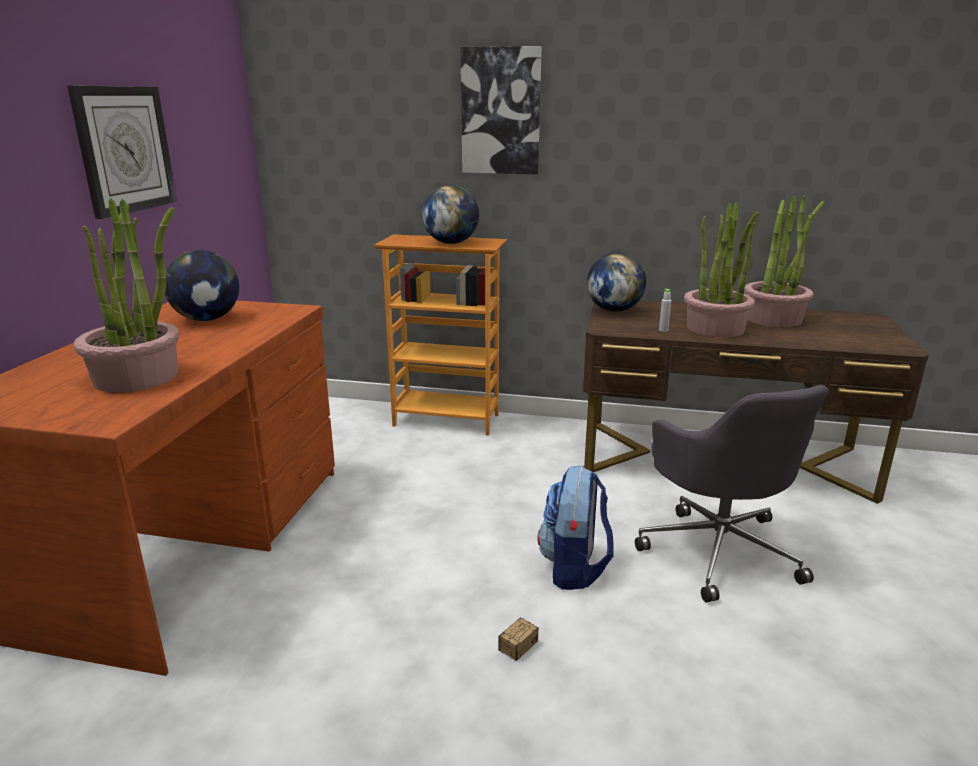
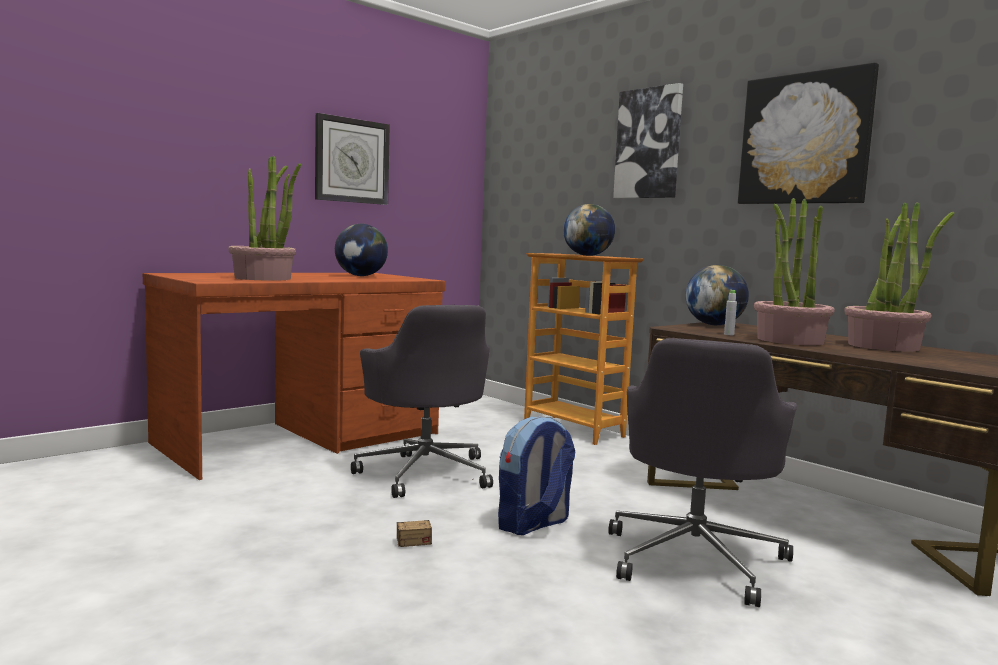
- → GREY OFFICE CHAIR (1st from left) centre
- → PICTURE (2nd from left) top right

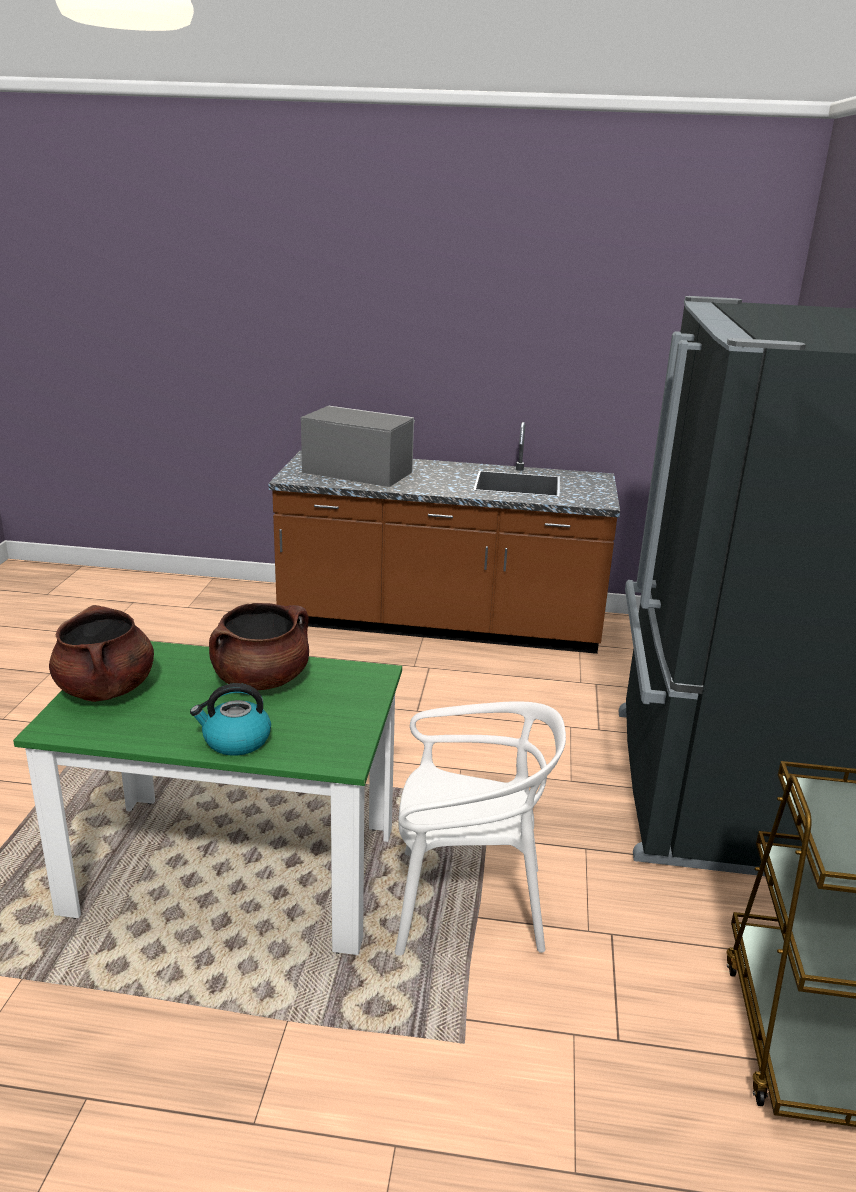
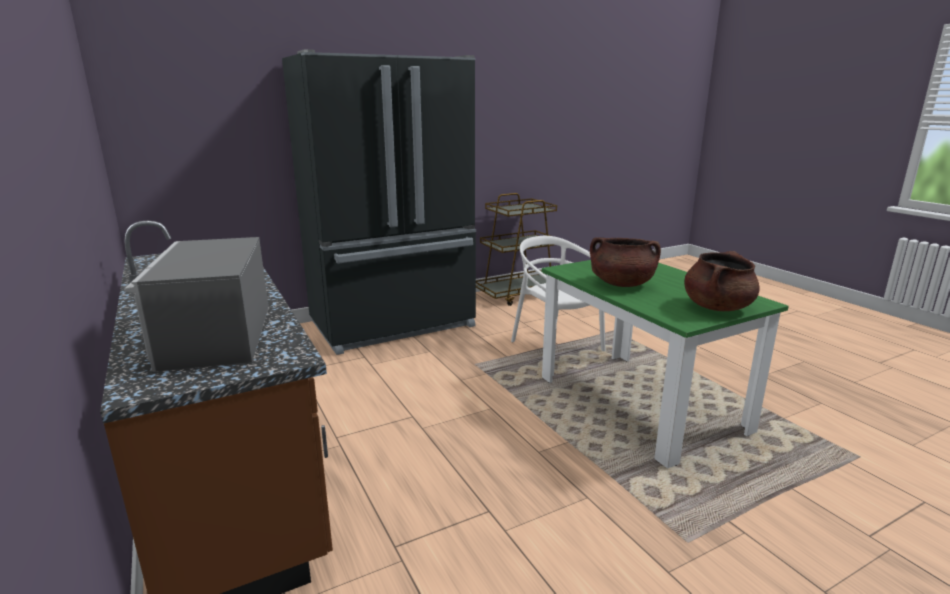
KETTLE middle left → -

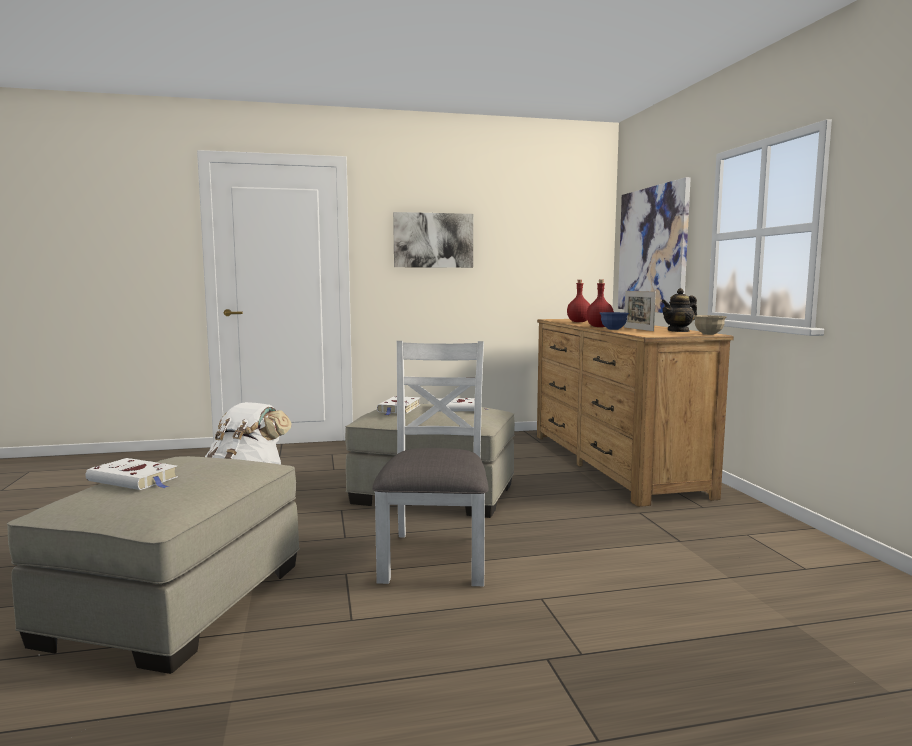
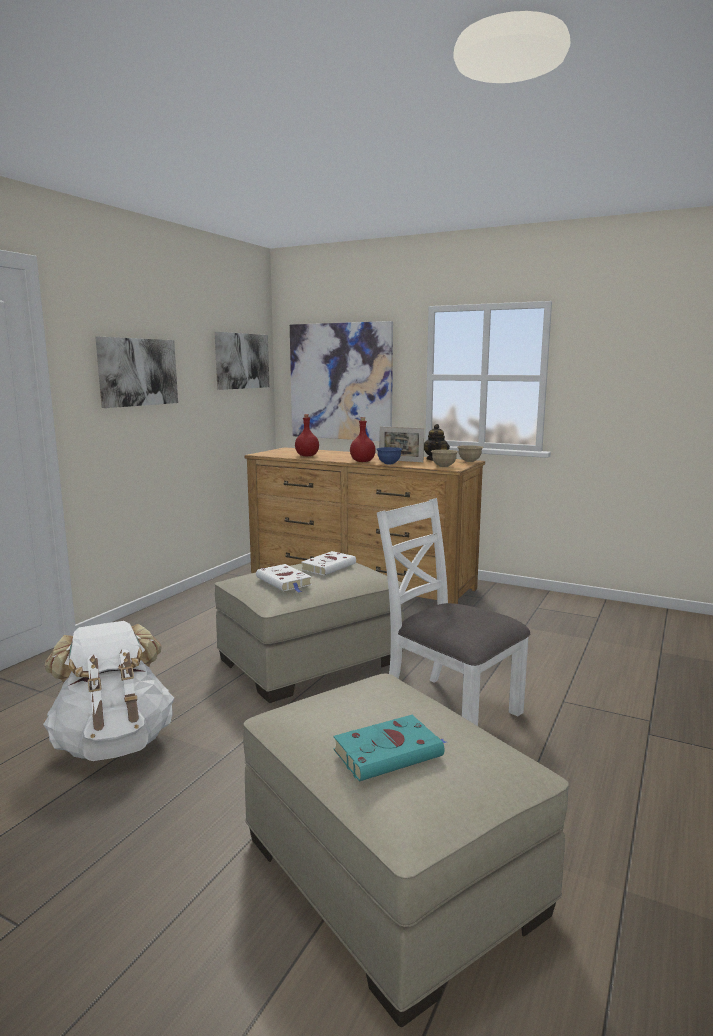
- → PICTURE (2nd from left) centre
WHITE BOOK (1st from left) middle left → TURQUOISE BOOK bottom centre
- → BEIGE BOWL (1st from left) centre

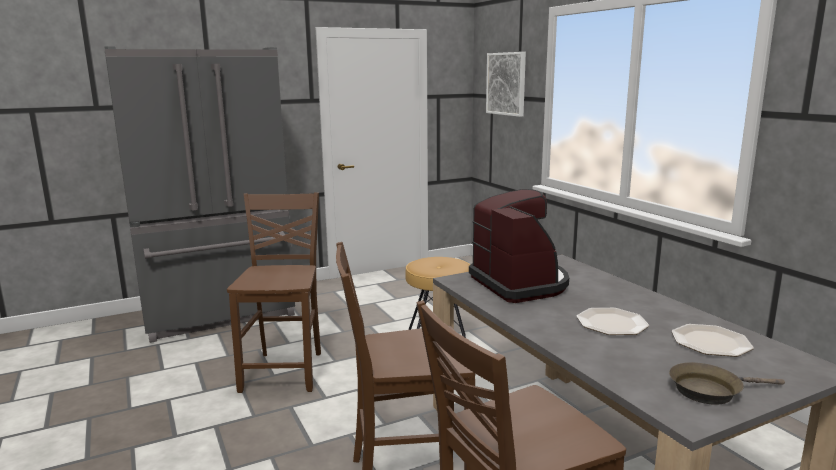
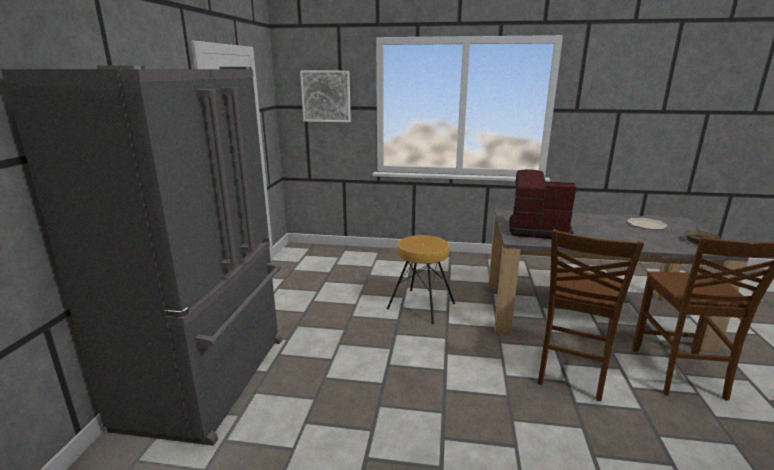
BROWN CHAIR (1st from left) middle left → -
PLATE (1st from left) bottom right → -

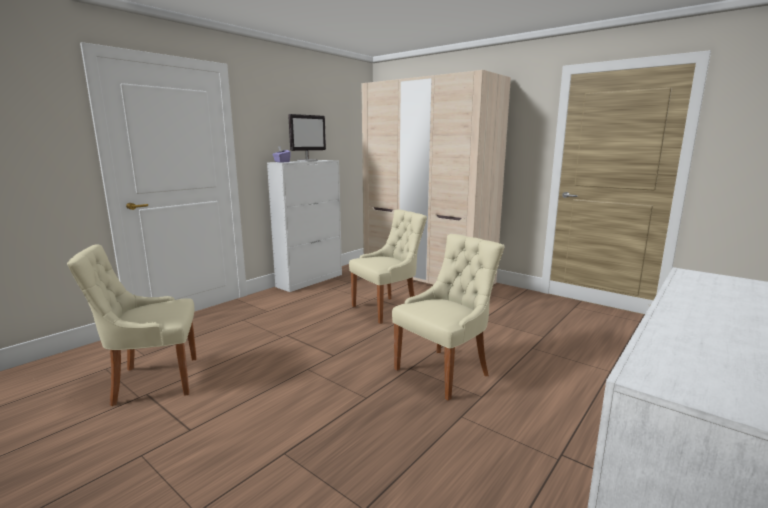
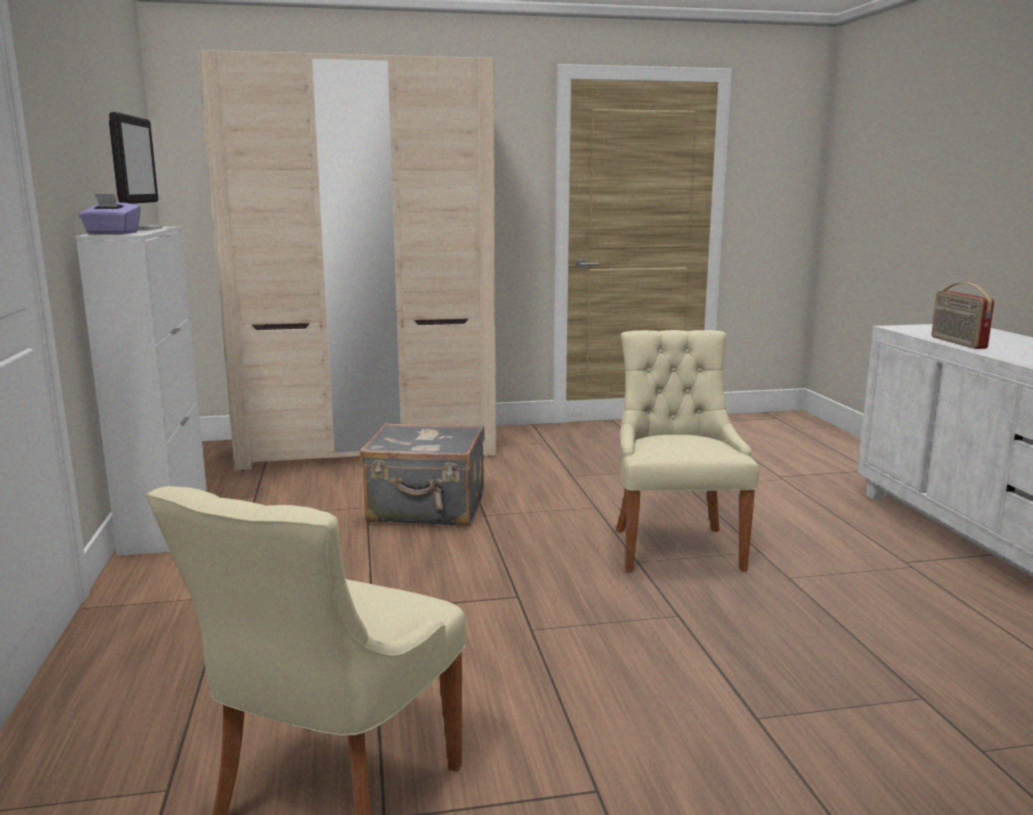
BEIGE CHAIR (2nd from left) centre → GREY SUITCASE centre
- → RADIO middle right

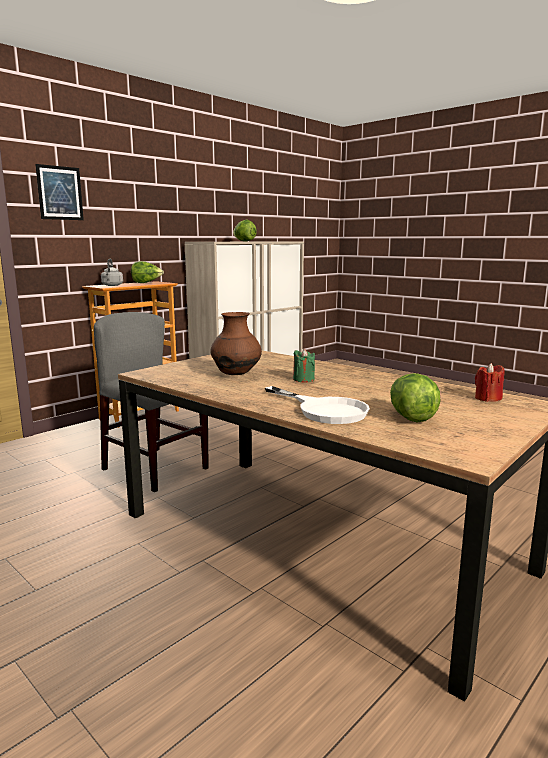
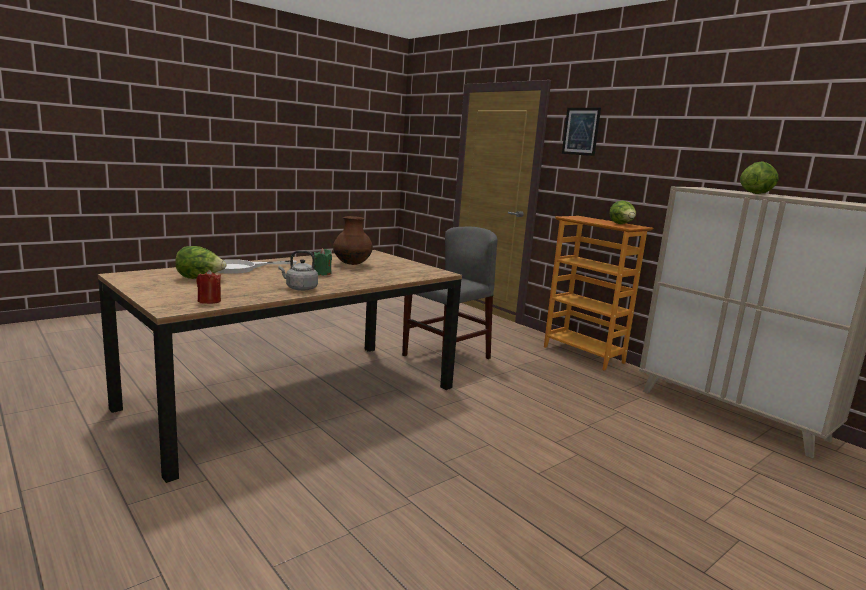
GREY KETTLE middle left → GREY KETTLE centre, move

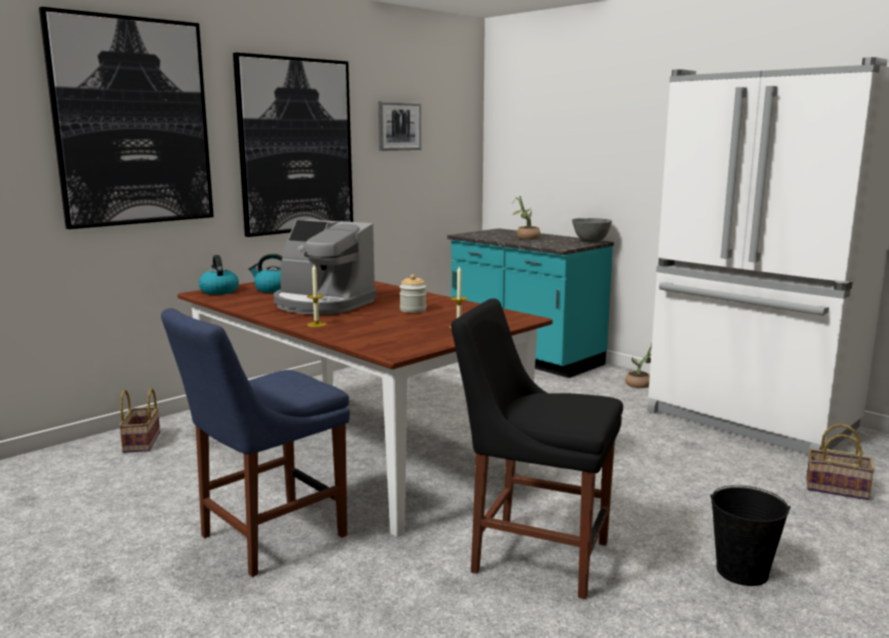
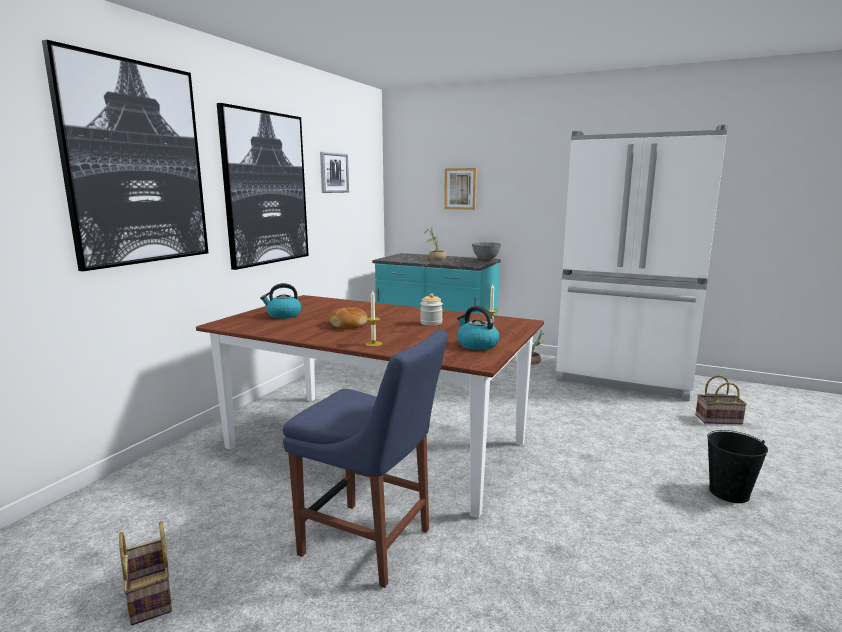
BASKET (1st from left) middle left → BASKET (1st from left) bottom left, move
BLUE CHAIR bottom left → BLUE CHAIR bottom centre, 90 degrees counterclockwise
COFFEE MACHINE centre → BREAD centre
- → PICTURE (4th from left) top centre
KETTLE (1st from left in the first image) middle left → KETTLE (2nd from left) centre, move
BLACK CHAIR bottom centre → -

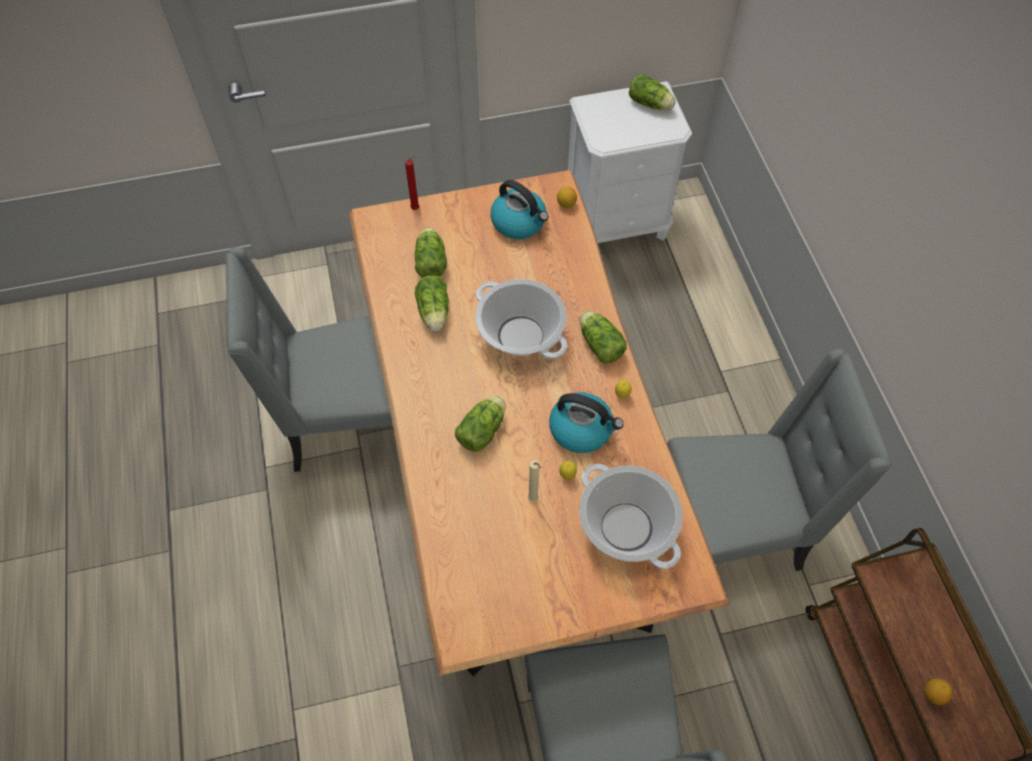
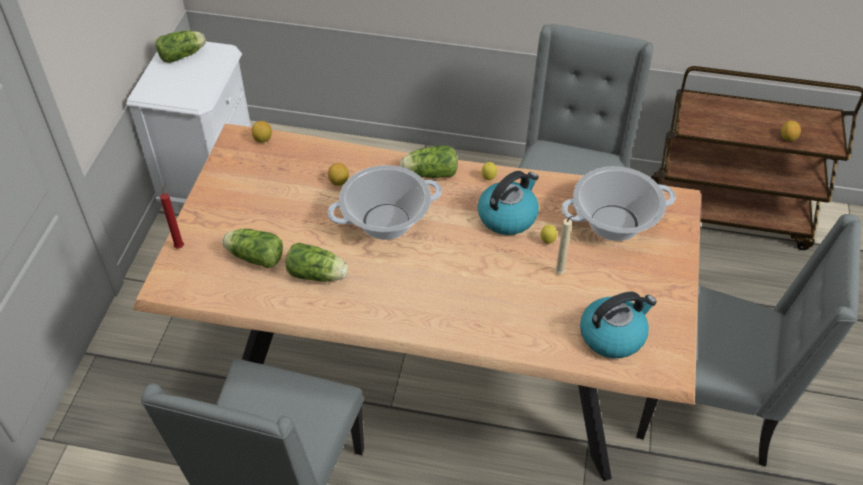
- → LEMON (2nd from left) centre
KETTLE (1st from left in the first image) top centre → KETTLE (2nd from left) bottom right, move
LETTUCE (3rd from left) centre → -

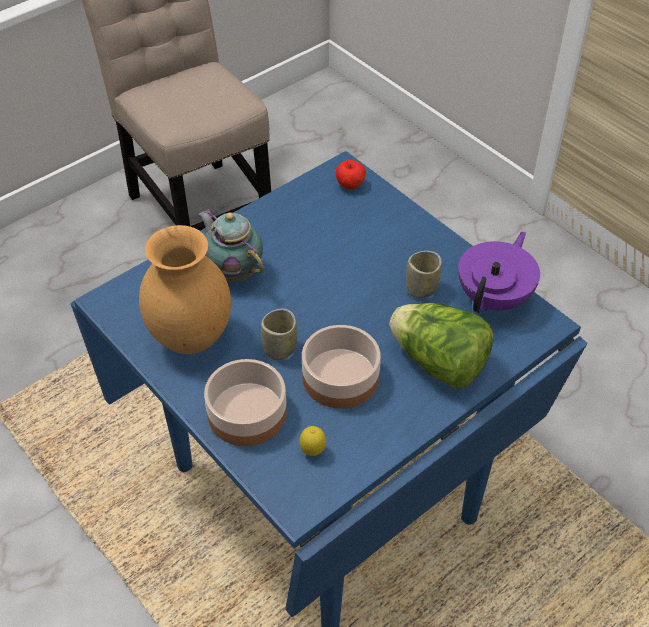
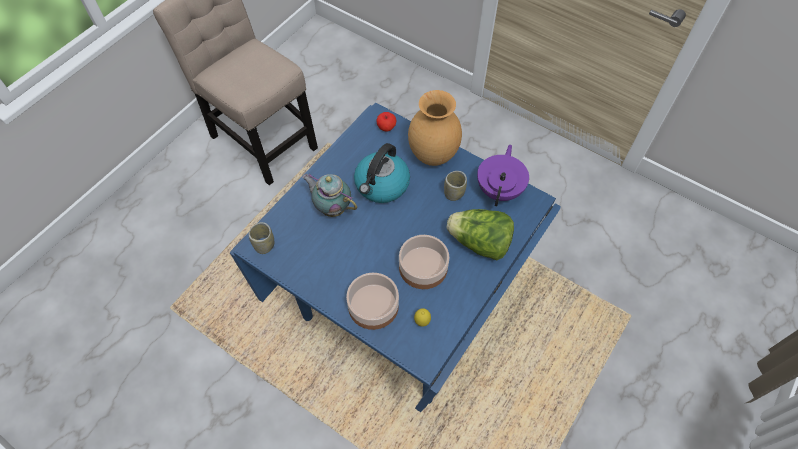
CUP (1st from left) centre → CUP (1st from left) middle left, move
- → KETTLE centre
BROWN VASE middle left → BROWN VASE top centre, move

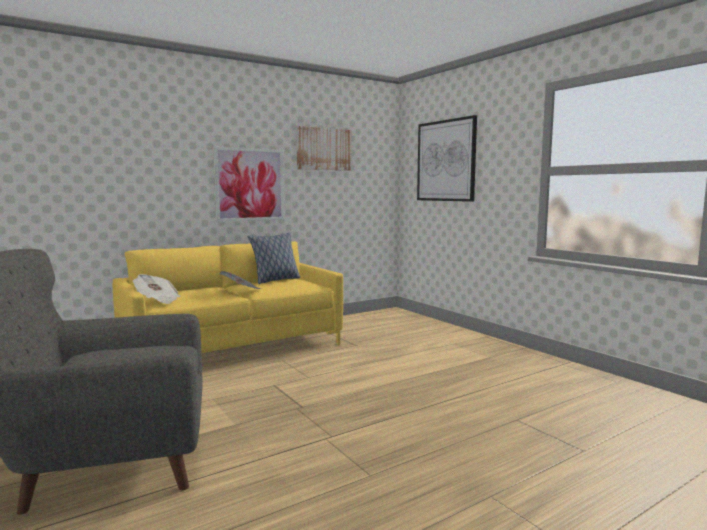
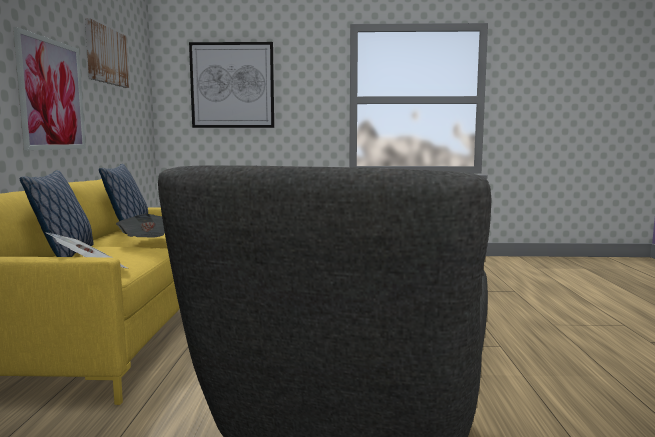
- → PILLOW (1st from left) middle left

